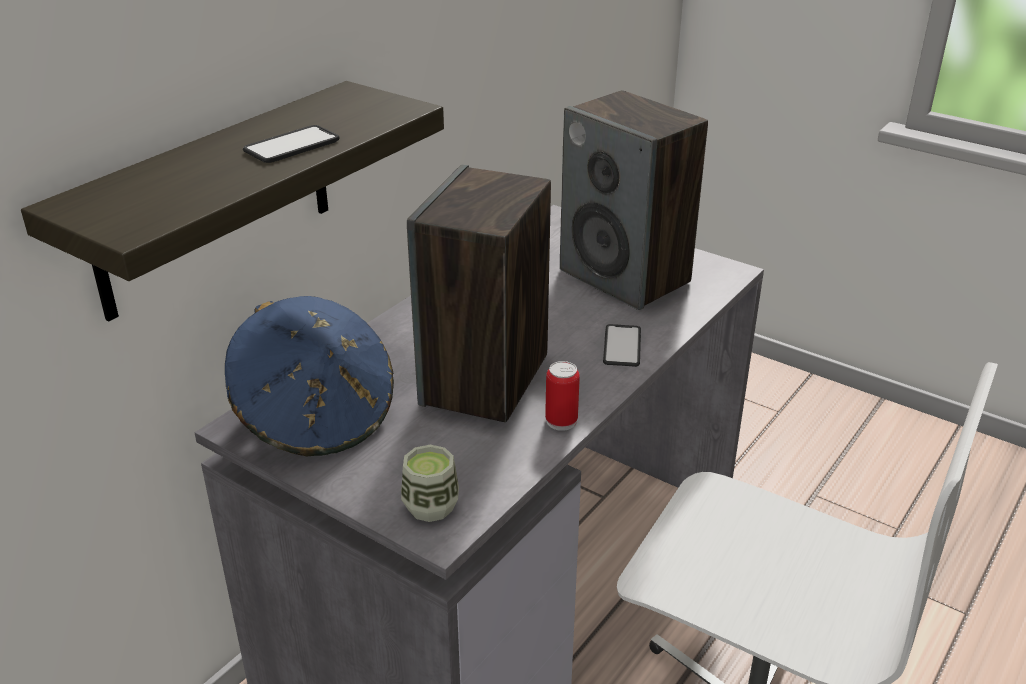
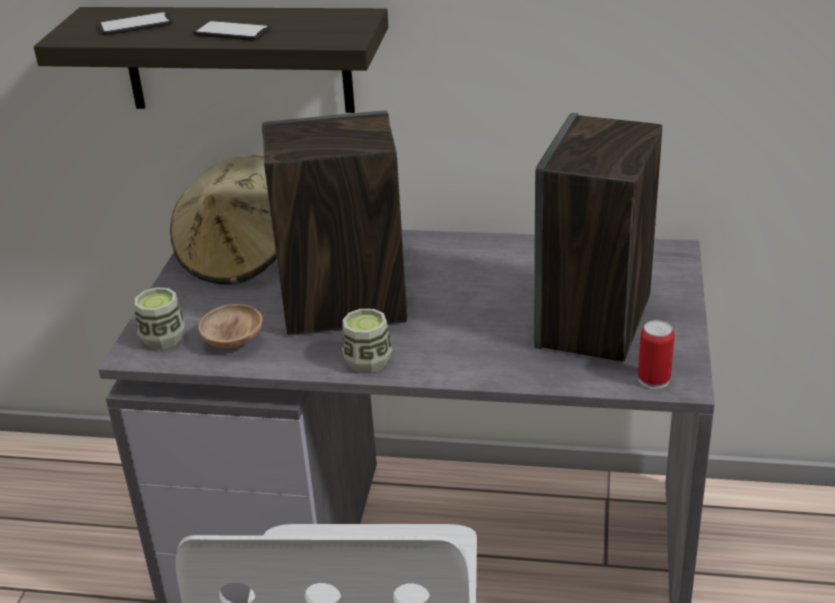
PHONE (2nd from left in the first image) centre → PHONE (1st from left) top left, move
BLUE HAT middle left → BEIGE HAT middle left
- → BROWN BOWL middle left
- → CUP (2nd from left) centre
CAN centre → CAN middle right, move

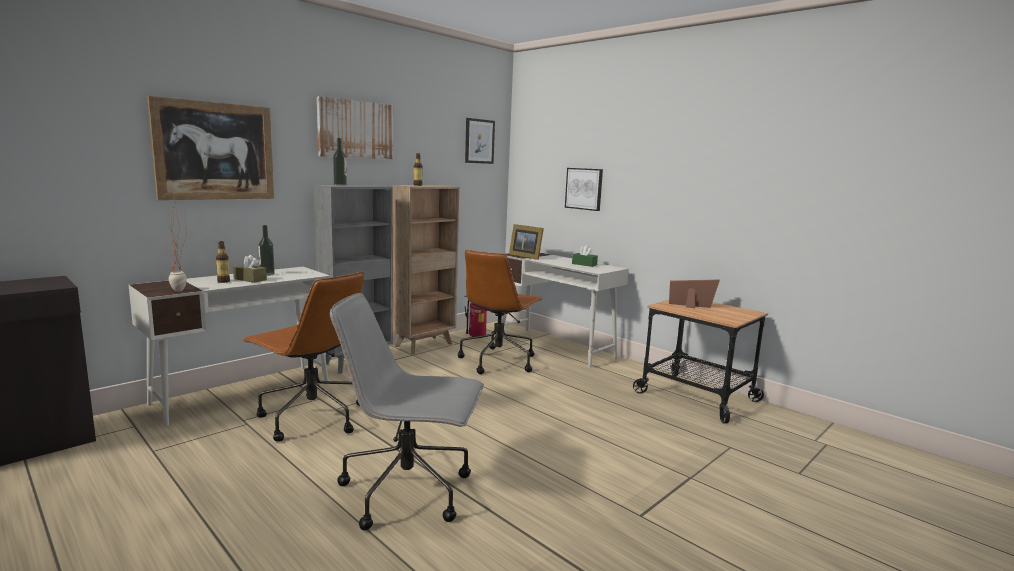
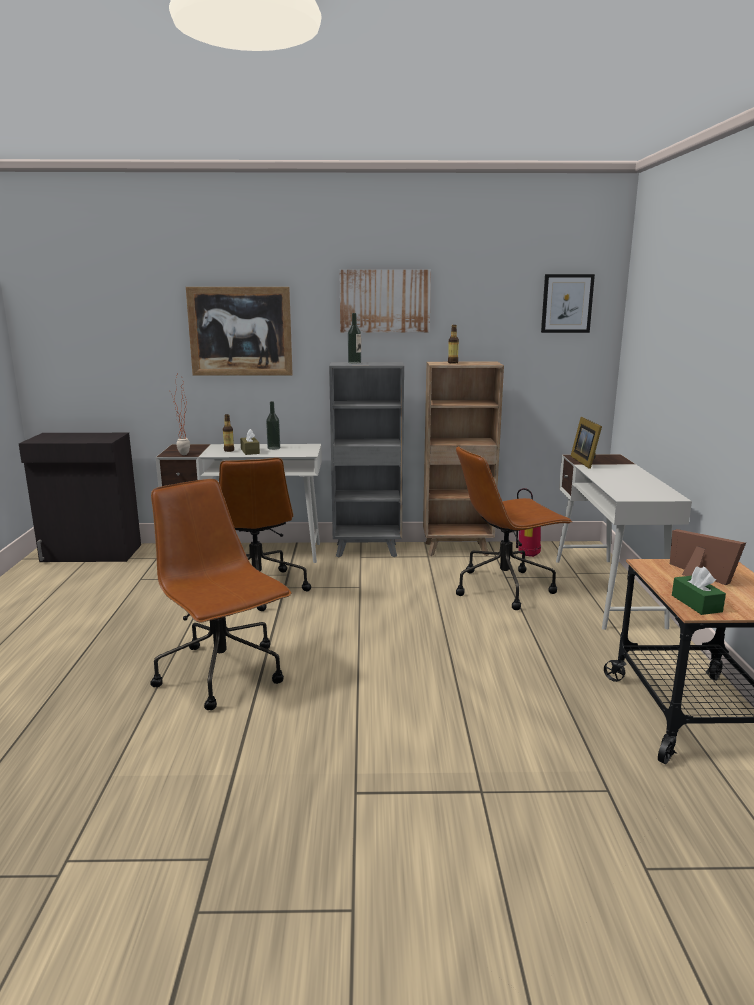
GREY OFFICE CHAIR bottom centre → BROWN OFFICE CHAIR (1st from left) middle left
GREEN TISSUE BOX centre → GREEN TISSUE BOX middle right, move
PICTURE (4th from left) top centre → -

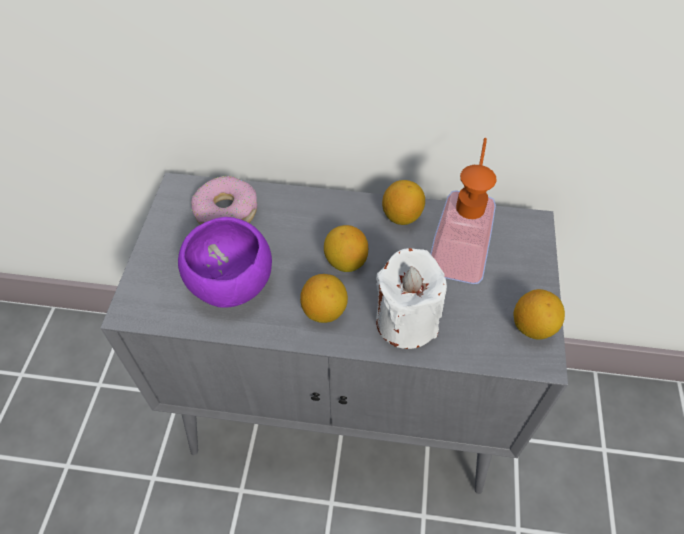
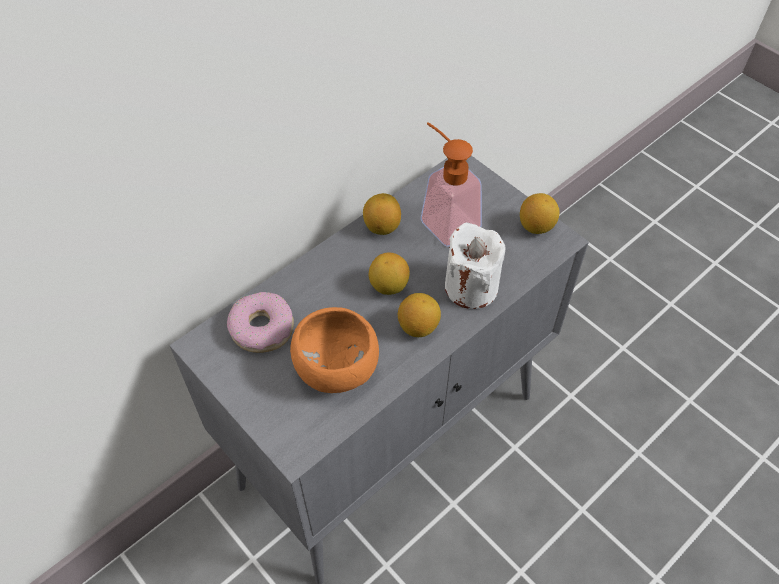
PURPLE BOWL middle left → ORANGE BOWL centre

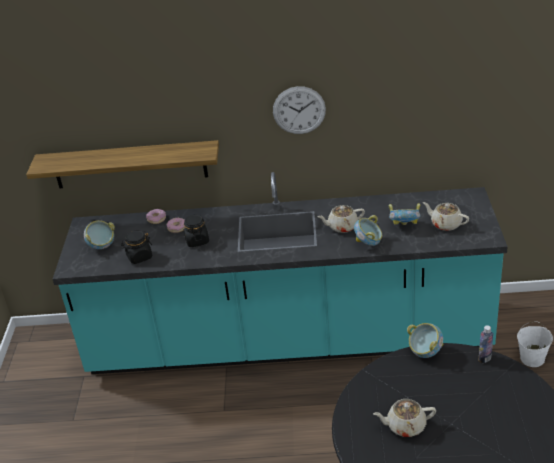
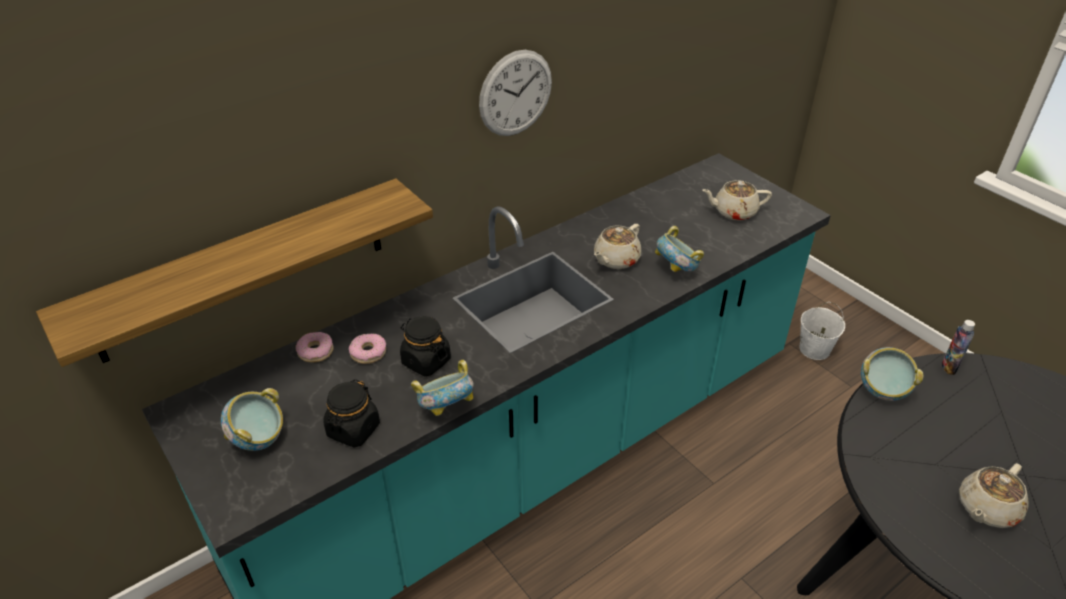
BOWL (3rd from left in the first image) middle right → BOWL (2nd from left) centre, move

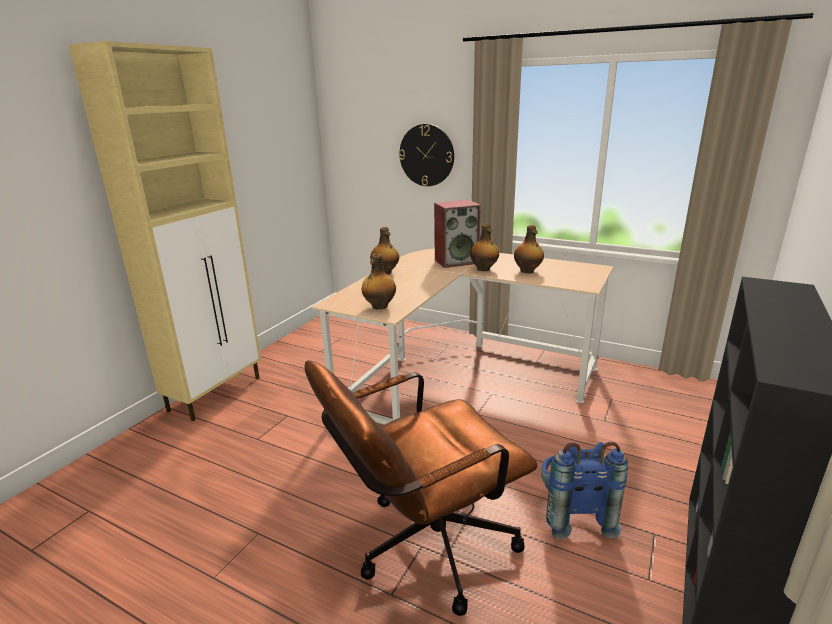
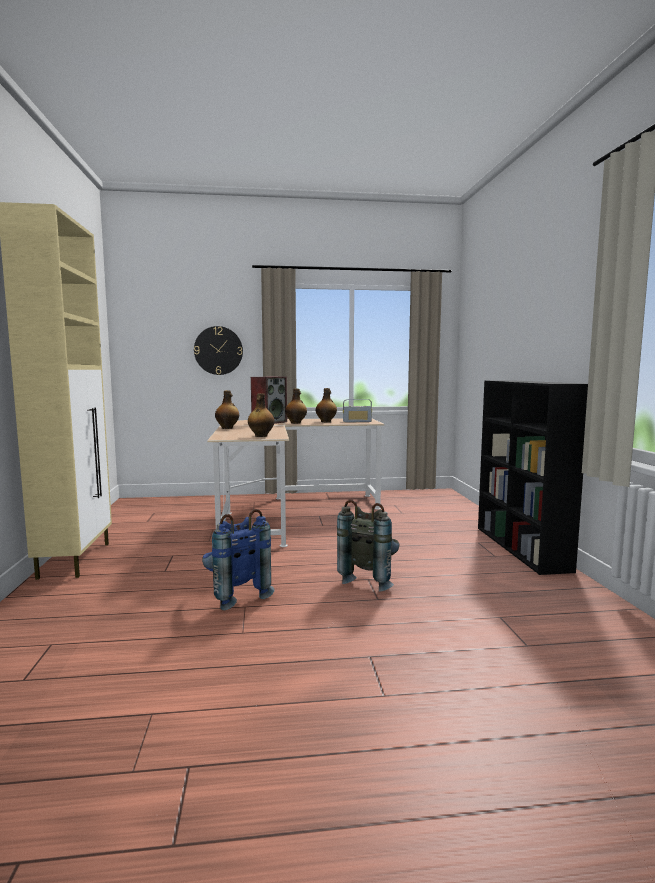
BLUE BACKPACK bottom right → BLUE BACKPACK centre, move
BROWN OFFICE CHAIR bottom centre → GREY BACKPACK centre
- → RADIO centre

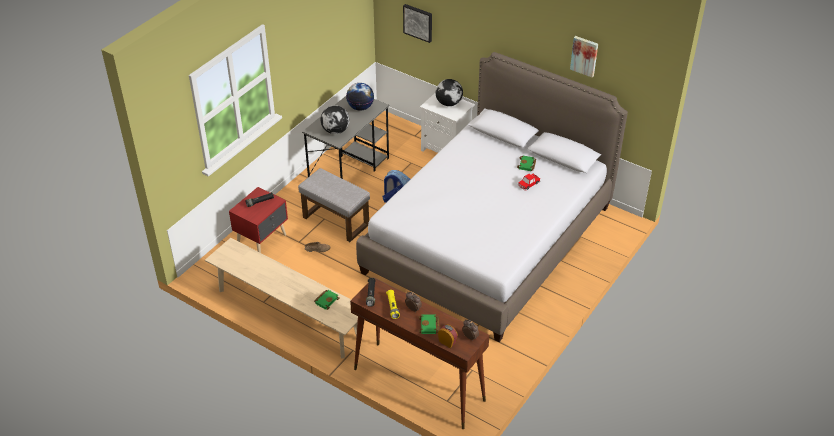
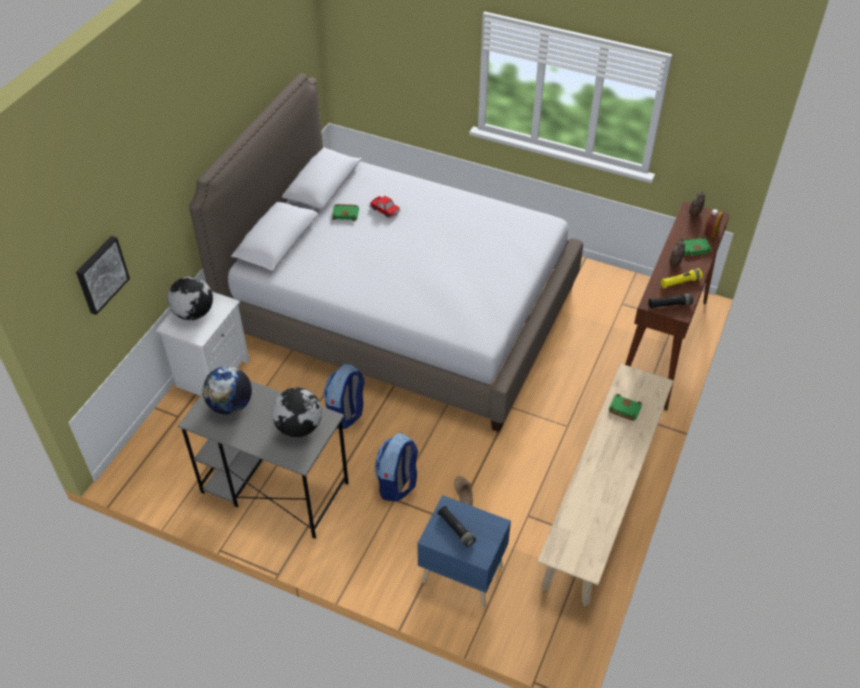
GREY OTTOMAN centre → BACKPACK (2nd from left) bottom centre
RED NIGHTSTAND middle left → BLUE NIGHTSTAND bottom centre
PICTURE (2nd from left) top right → -

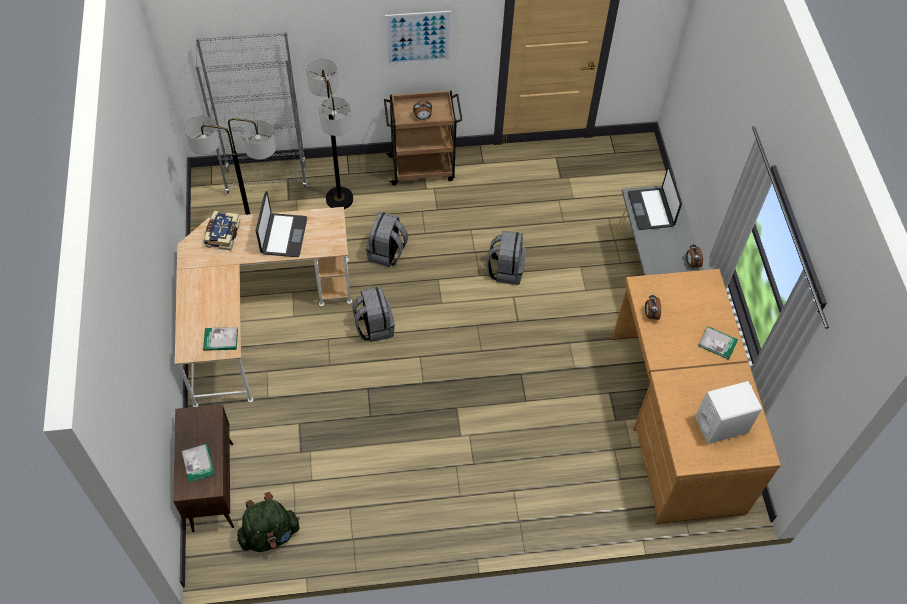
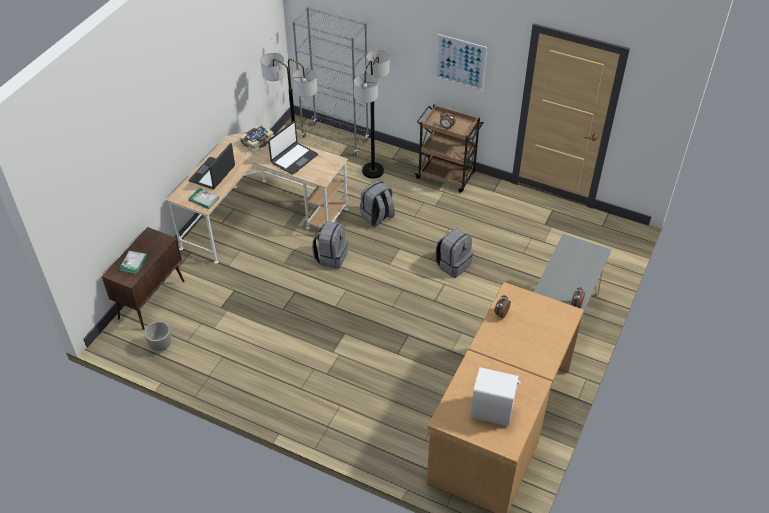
GREEN BACKPACK bottom left → GREY PLANTER middle left
LAPTOP (2nd from left in the first image) top right → LAPTOP (1st from left) top left, move
BOOK (4th from left) middle right → -

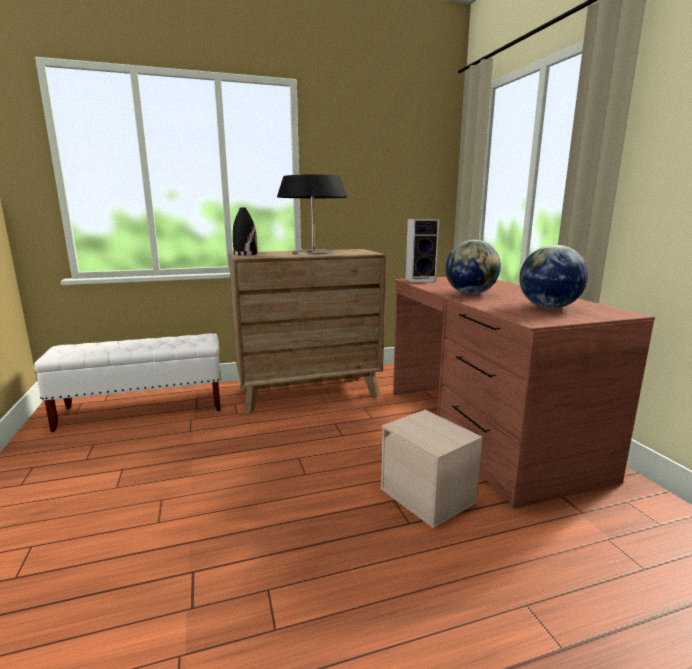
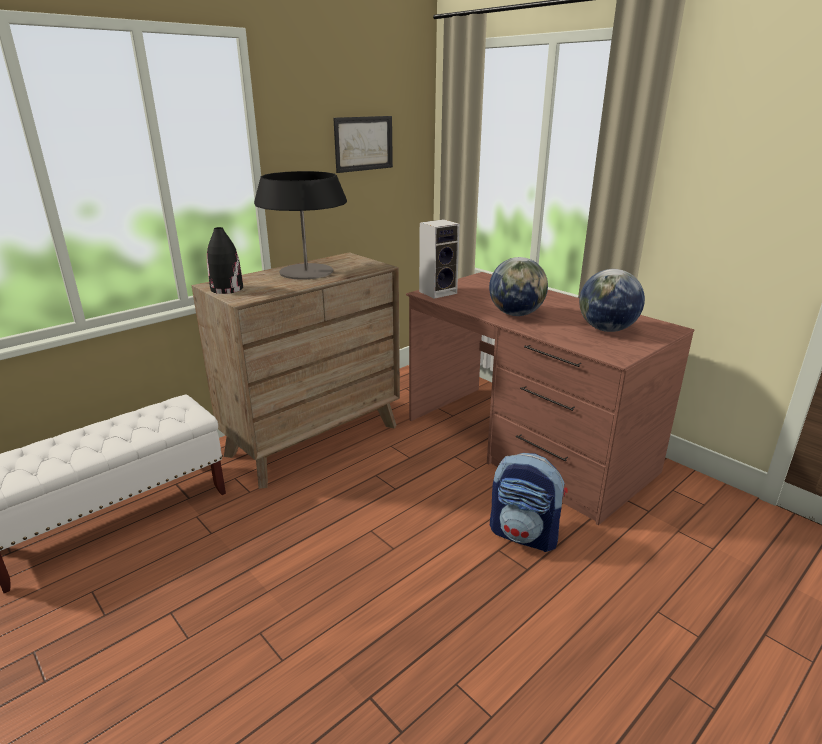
- → PICTURE top centre
BEIGE STORAGE BOX bottom centre → BACKPACK bottom centre

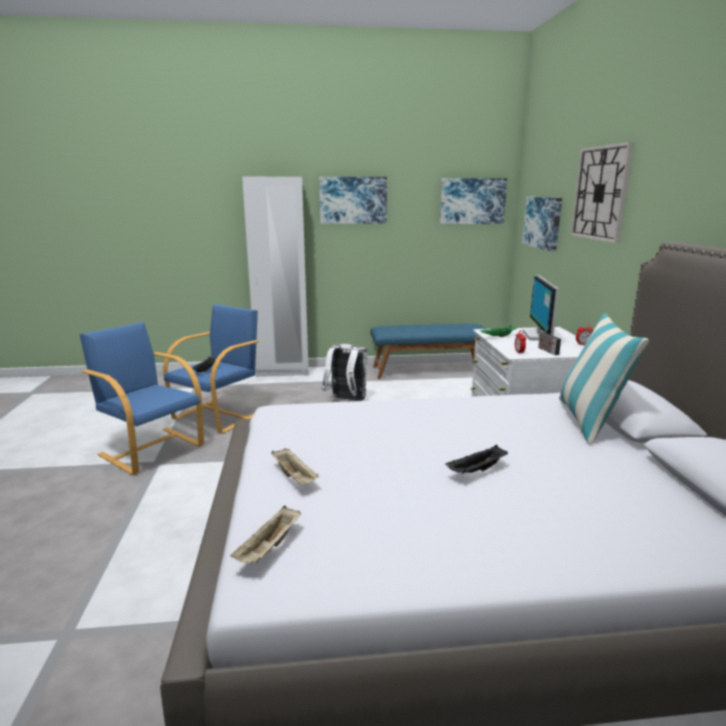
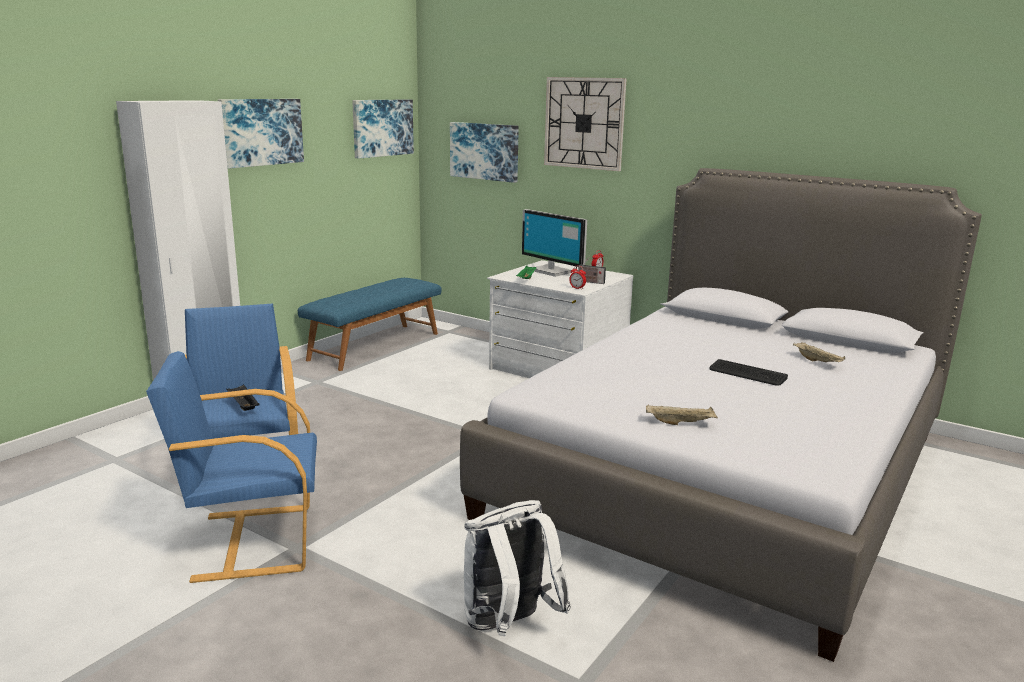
WHITE BACKPACK centre → WHITE BACKPACK bottom centre, move
BLACK TRAY (2nd from left) centre → KEYBOARD middle right
BEIGE TRAY (1st from left in the first image) bottom centre → BEIGE TRAY (2nd from left) middle right, move
PILLOW middle right → -

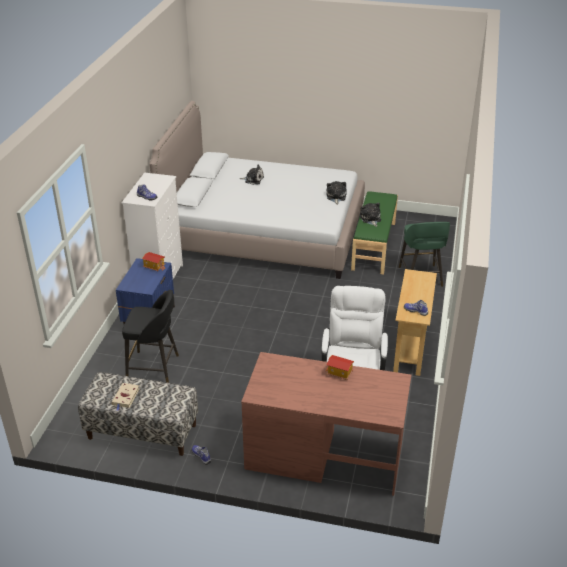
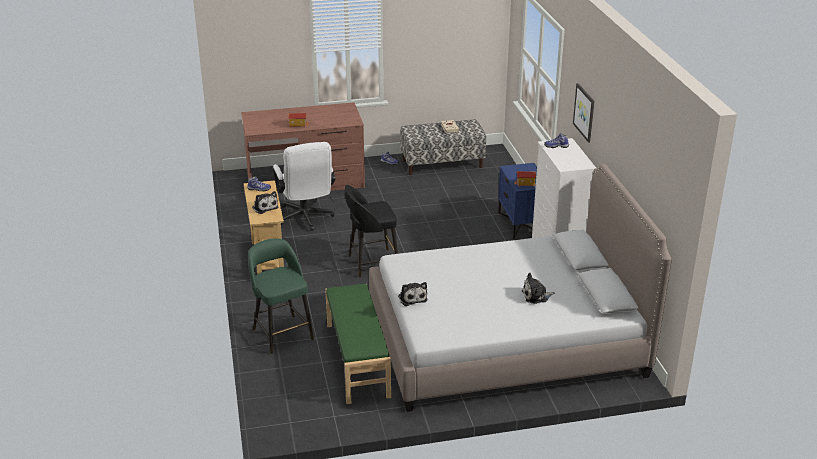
PLUSH TOY (3rd from left in the first image) centre → PLUSH TOY (1st from left) middle left, move
BLACK STOOL middle left → BLACK STOOL centre, move
- → PICTURE top right

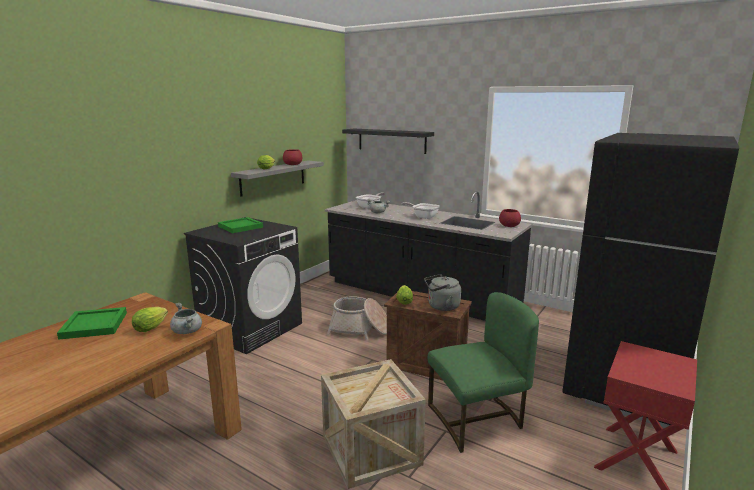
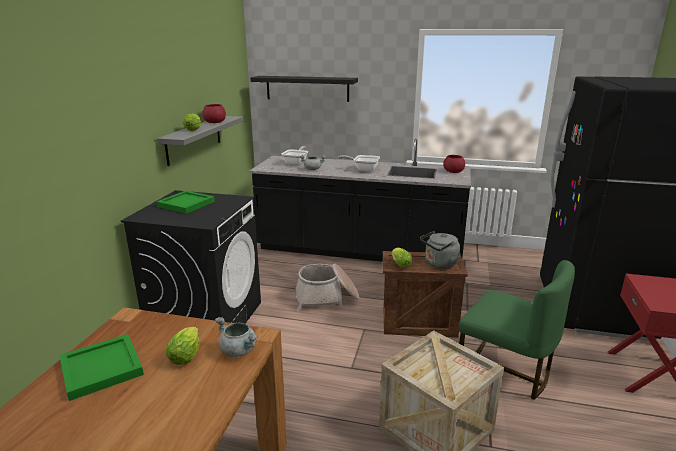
GREEN CHAIR bottom centre → GREEN CHAIR bottom right, 75 degrees clockwise

